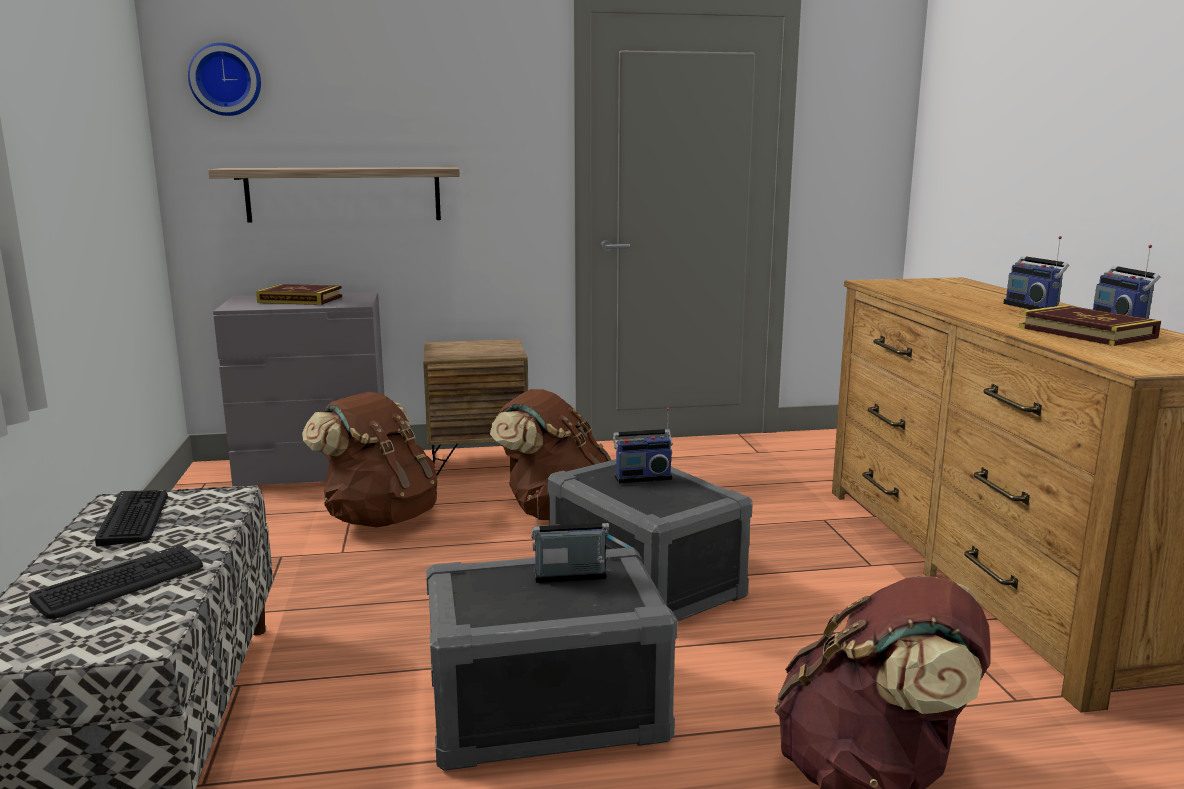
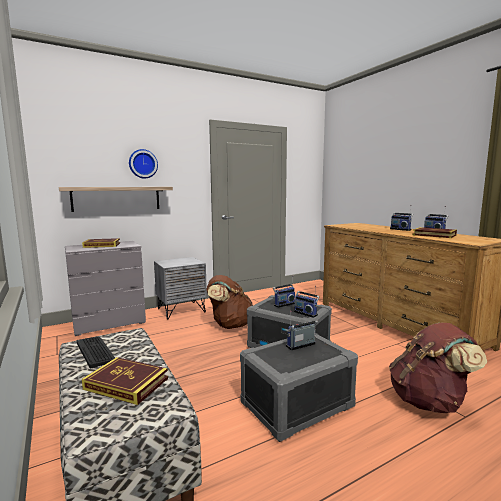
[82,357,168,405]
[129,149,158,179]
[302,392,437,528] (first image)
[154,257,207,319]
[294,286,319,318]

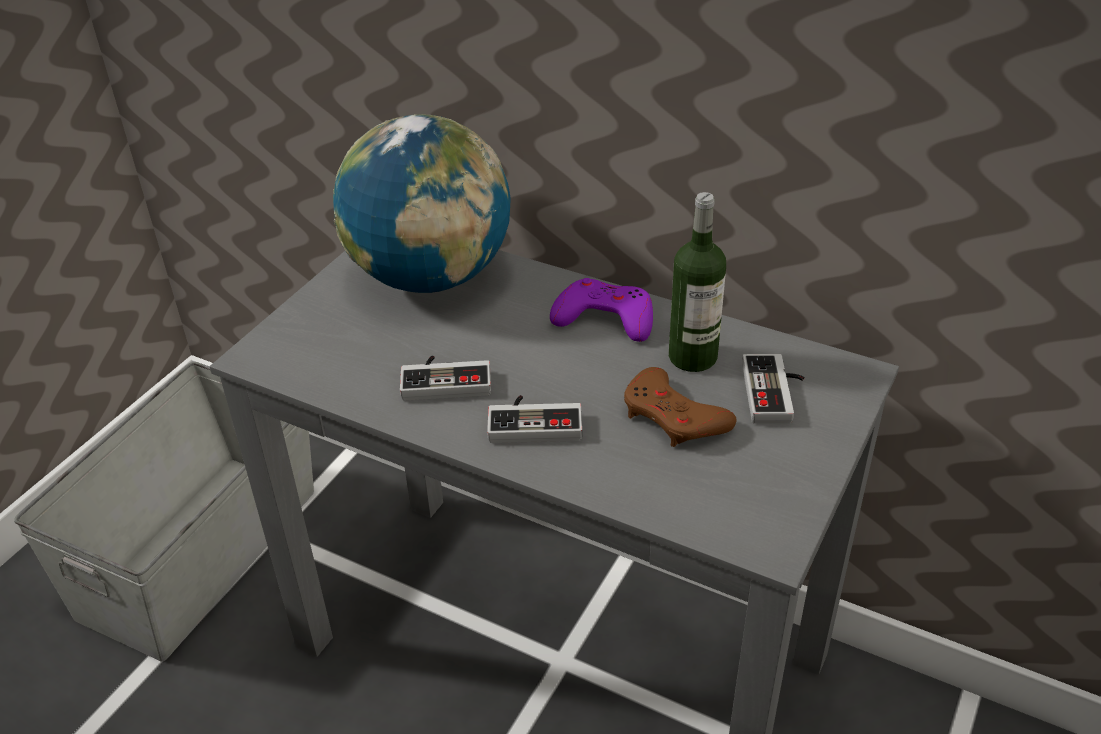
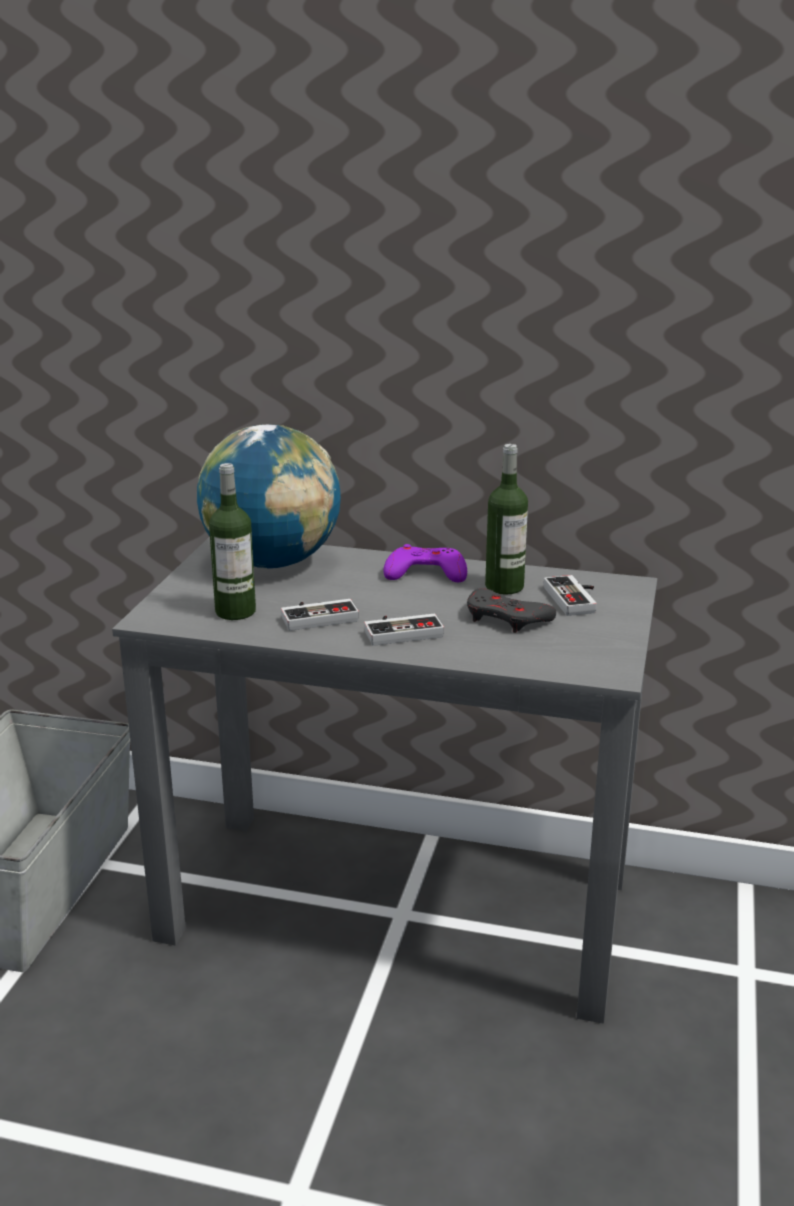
[467,588,556,633]
[209,463,256,620]

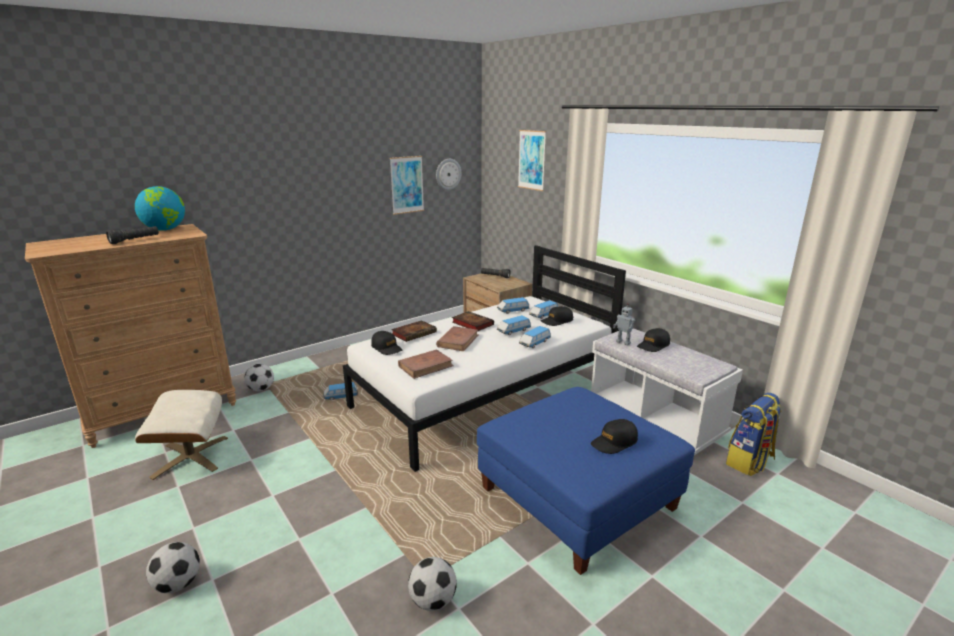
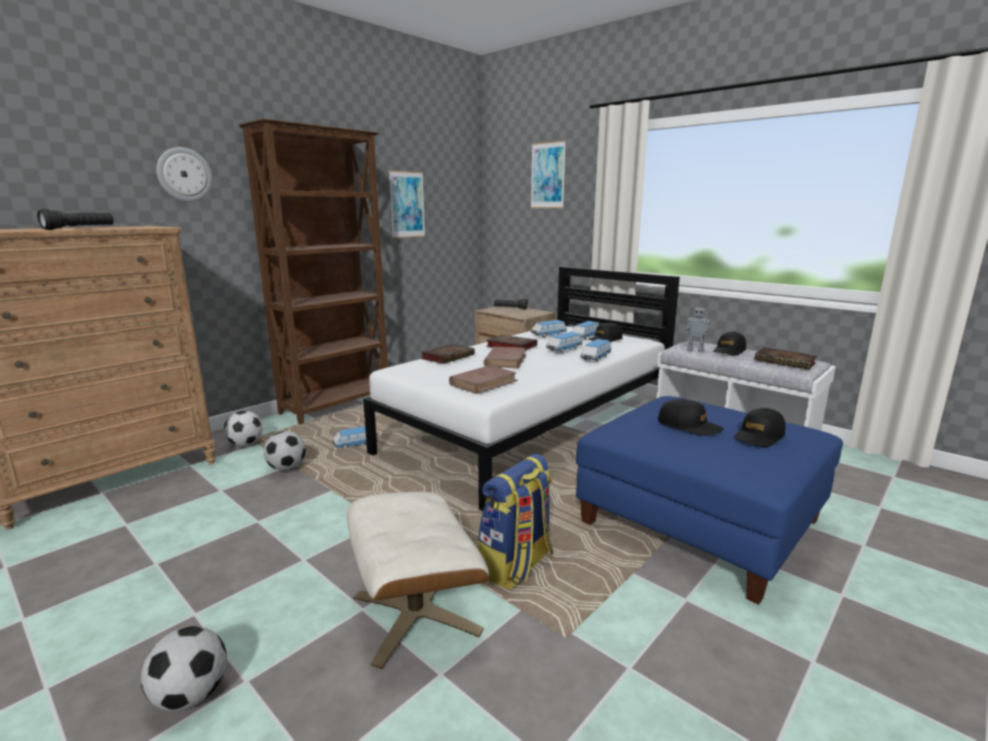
[135,186,185,231] (first image)
[347,492,489,669]
[658,399,724,436]
[264,431,306,471]
[156,147,213,202]
[478,454,553,590]
[238,119,388,424]
[754,347,817,370]

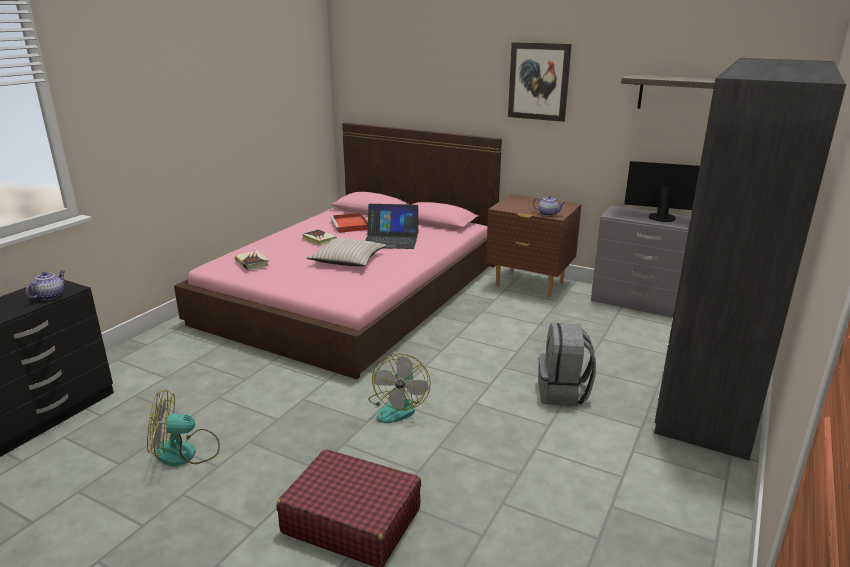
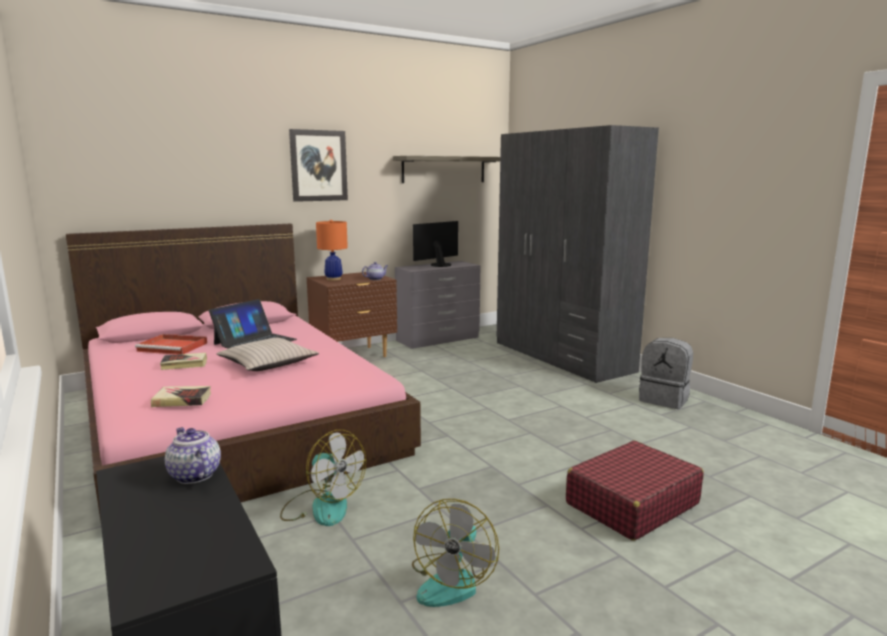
[280,430,366,526]
[639,338,693,409]
[316,220,348,281]

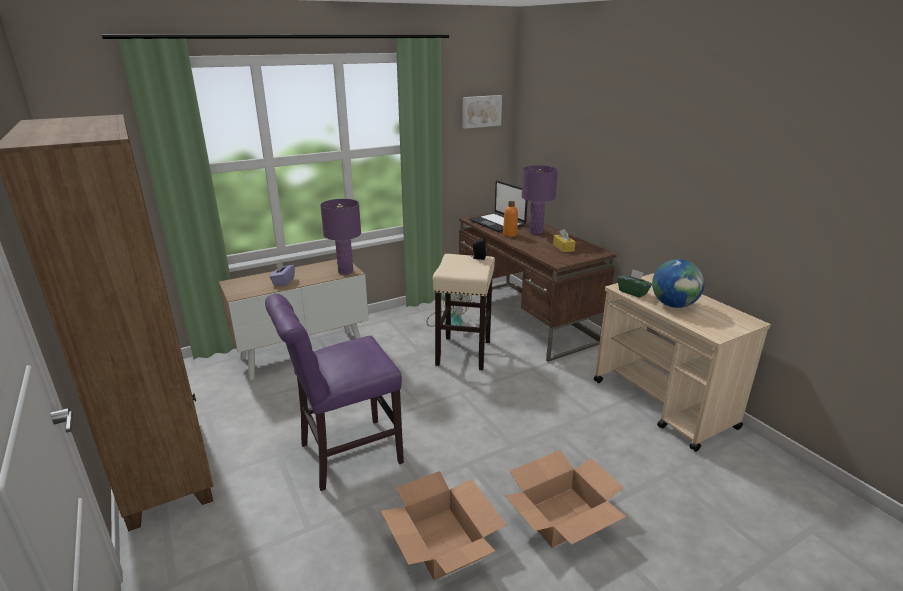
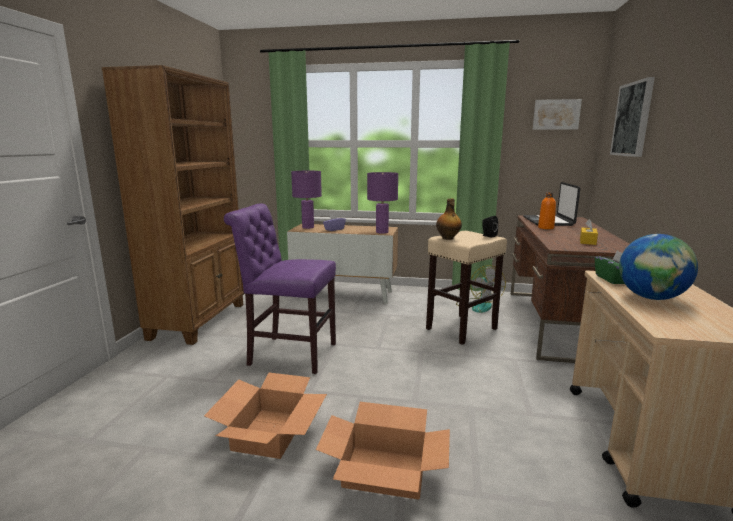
[291,171,322,229]
[436,199,462,240]
[610,77,655,157]

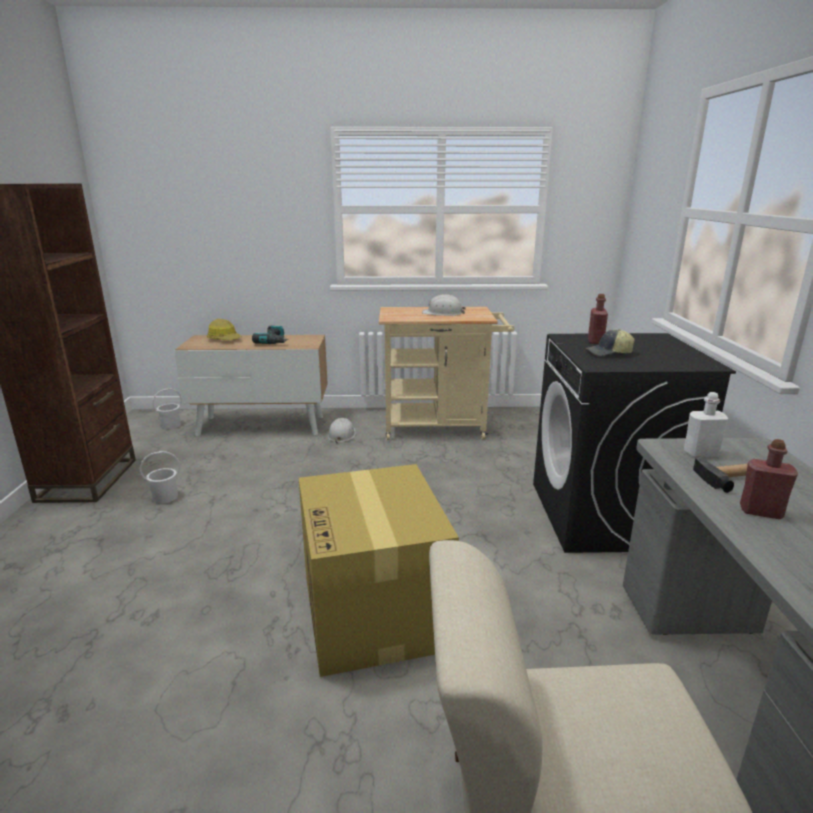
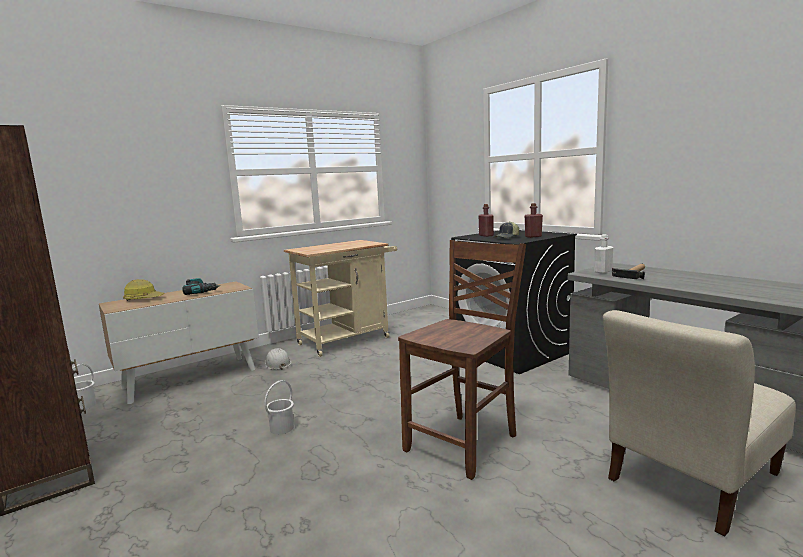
[264,380,294,435]
[398,240,526,480]
[422,294,466,316] (first image)
[525,203,543,238]

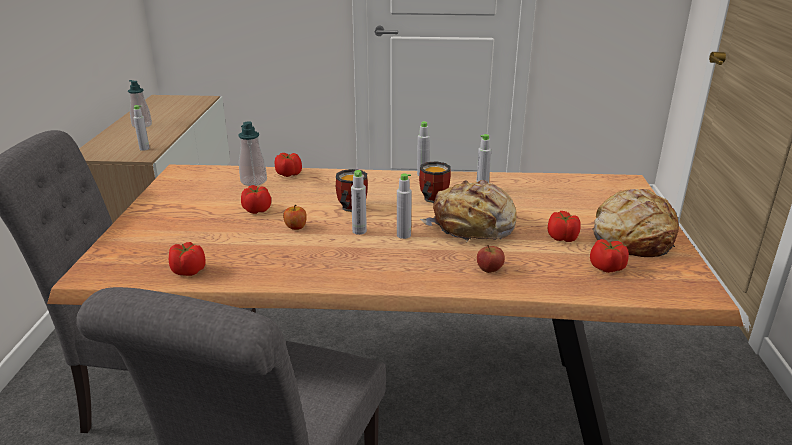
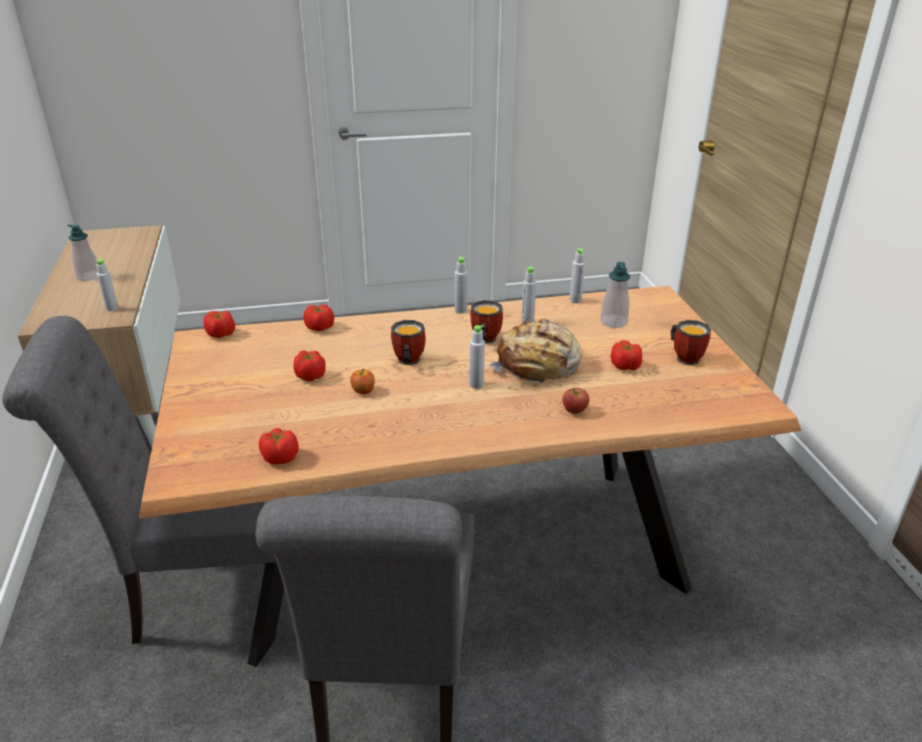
[600,262,630,328]
[570,248,585,303]
[204,311,235,338]
[671,320,711,365]

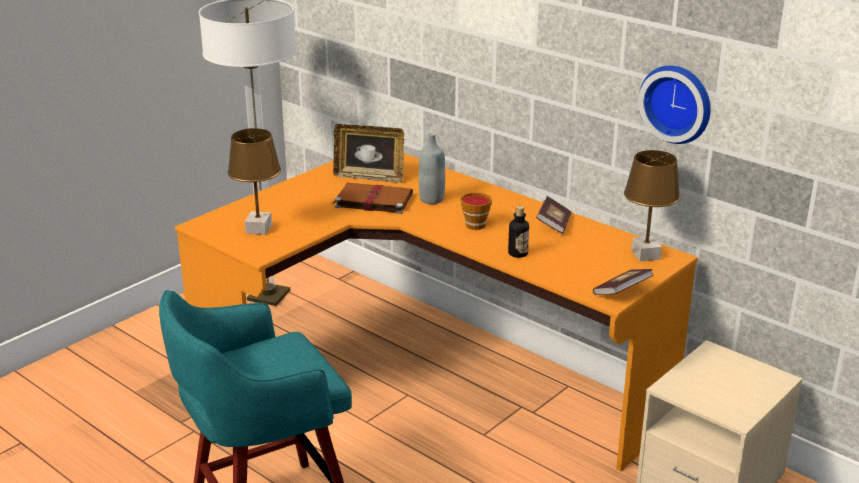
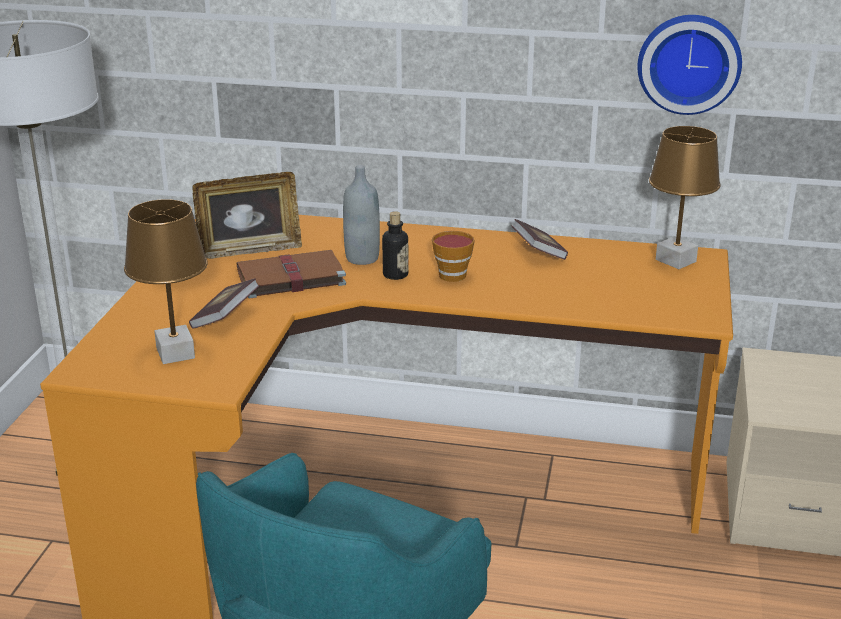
[382,211,409,280]
[189,278,260,329]

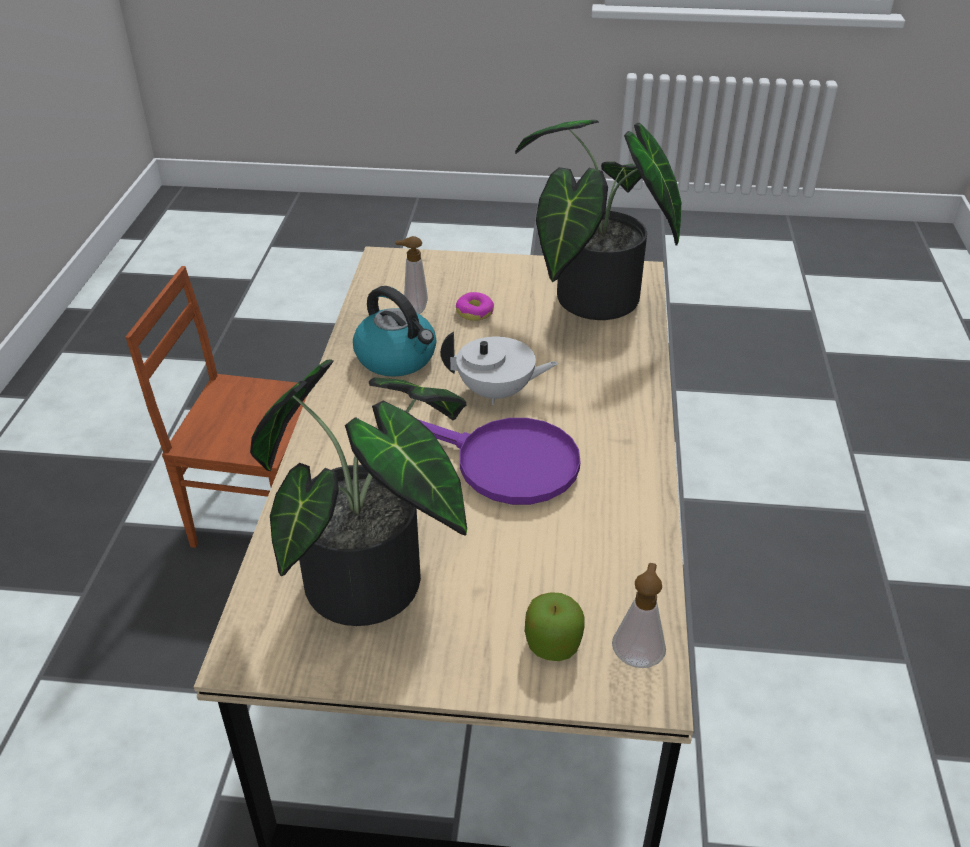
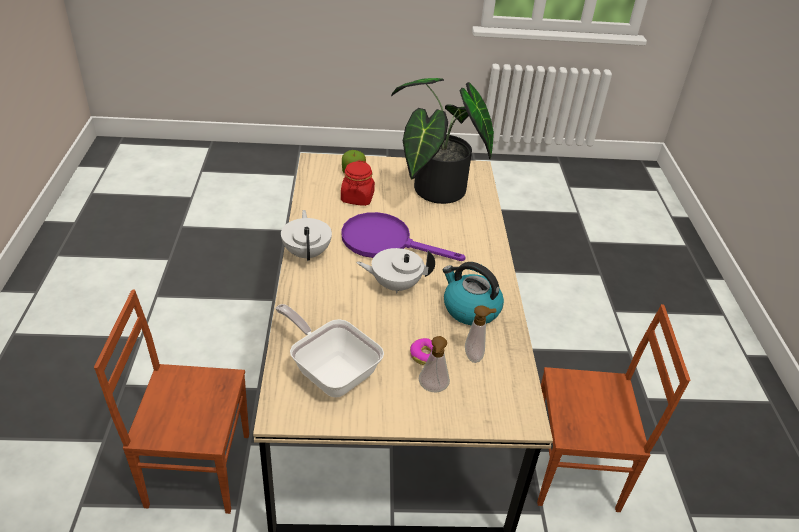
[275,304,384,398]
[419,336,450,392]
[94,290,249,514]
[281,210,332,261]
[341,160,375,206]

